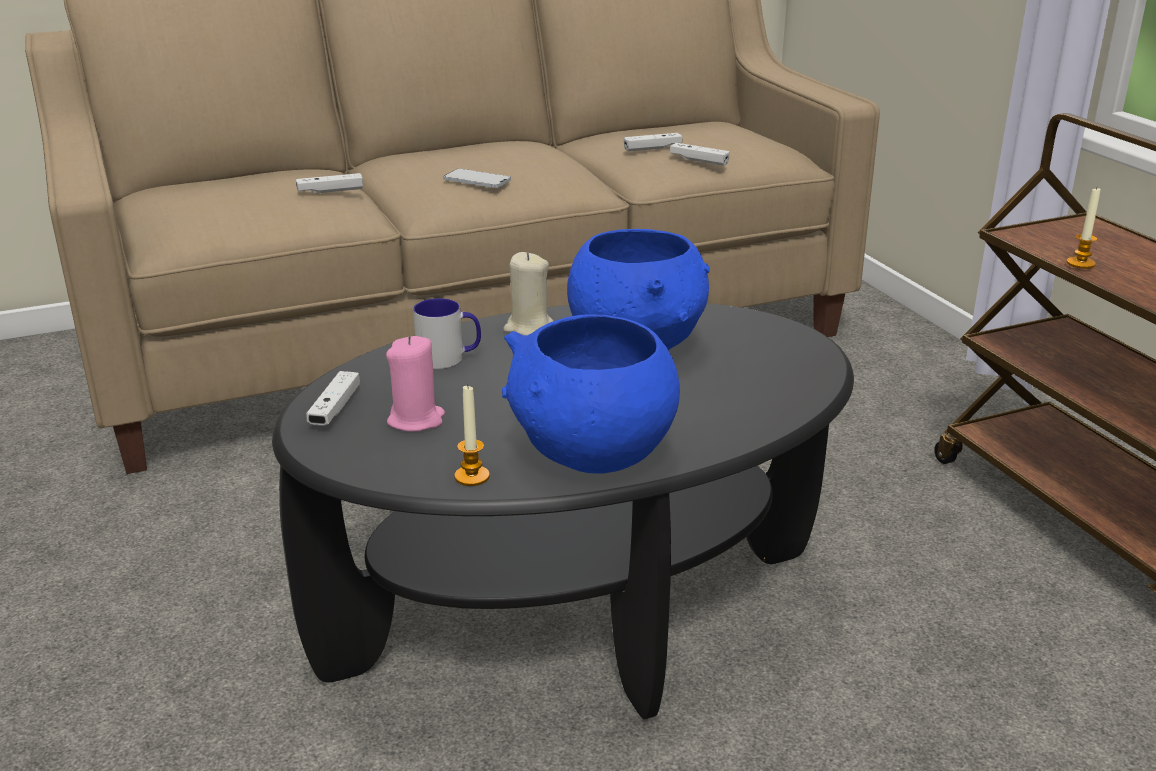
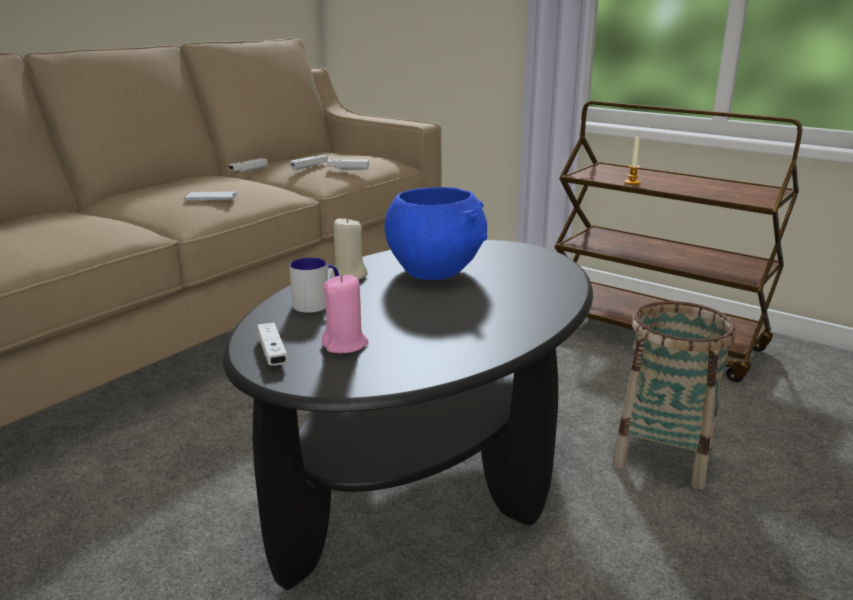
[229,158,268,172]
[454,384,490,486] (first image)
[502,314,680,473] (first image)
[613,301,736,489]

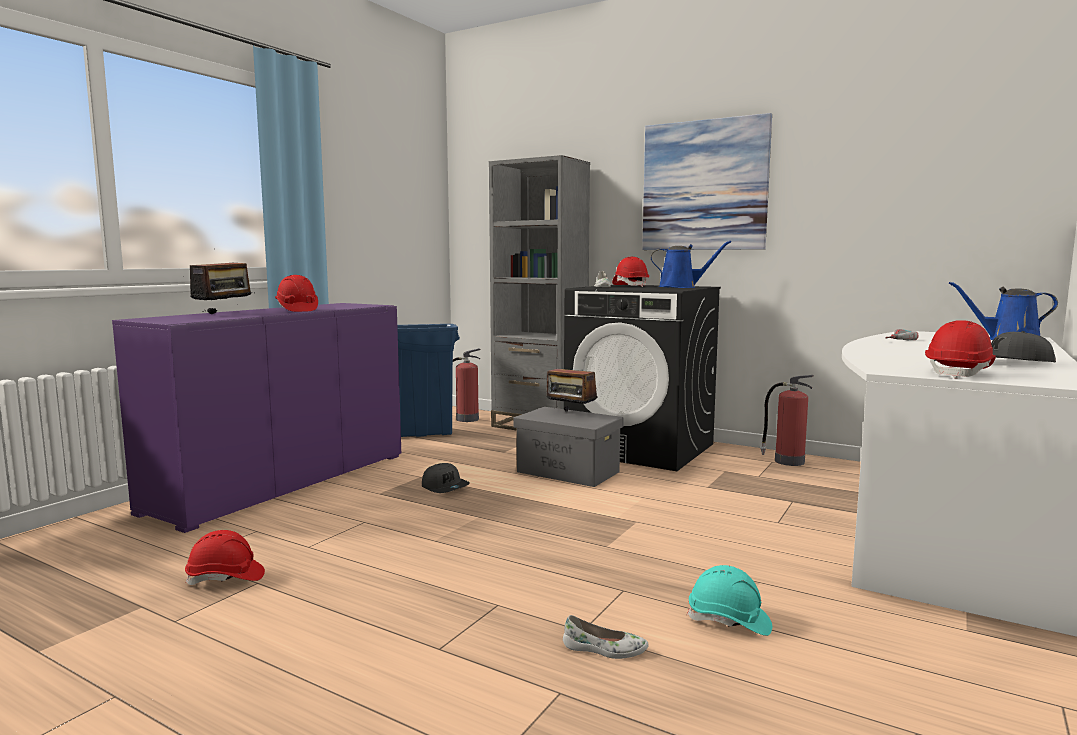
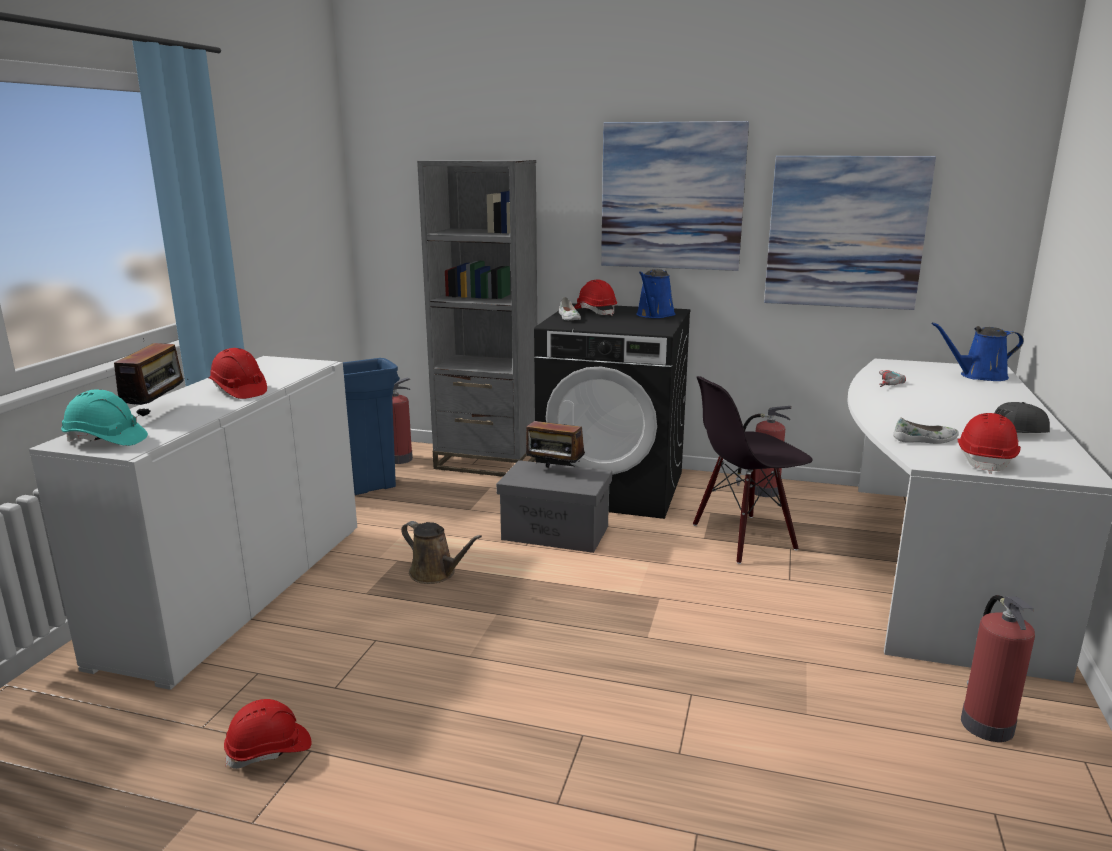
[29,356,357,690]
[401,521,482,584]
[893,417,959,444]
[636,269,675,318]
[61,389,148,446]
[693,376,812,564]
[764,156,936,310]
[961,595,1035,742]

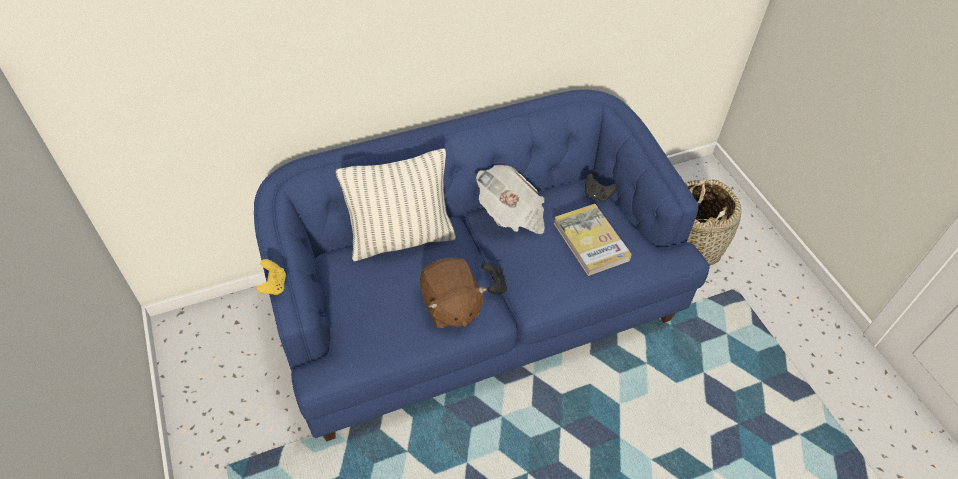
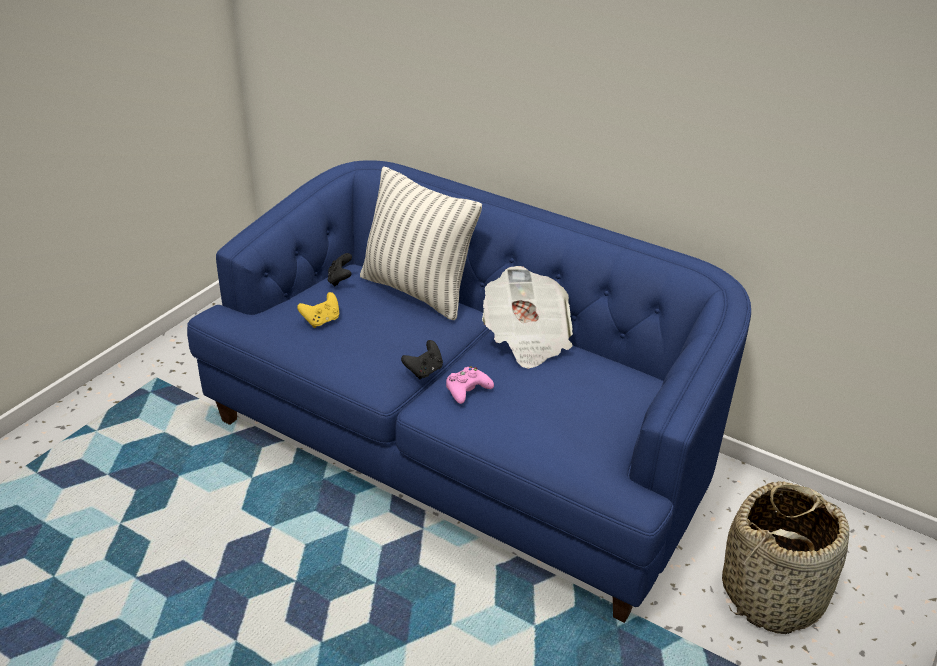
[297,292,339,328]
[420,257,487,328] (first image)
[554,204,632,276] (first image)
[328,253,352,287]
[446,366,494,404]

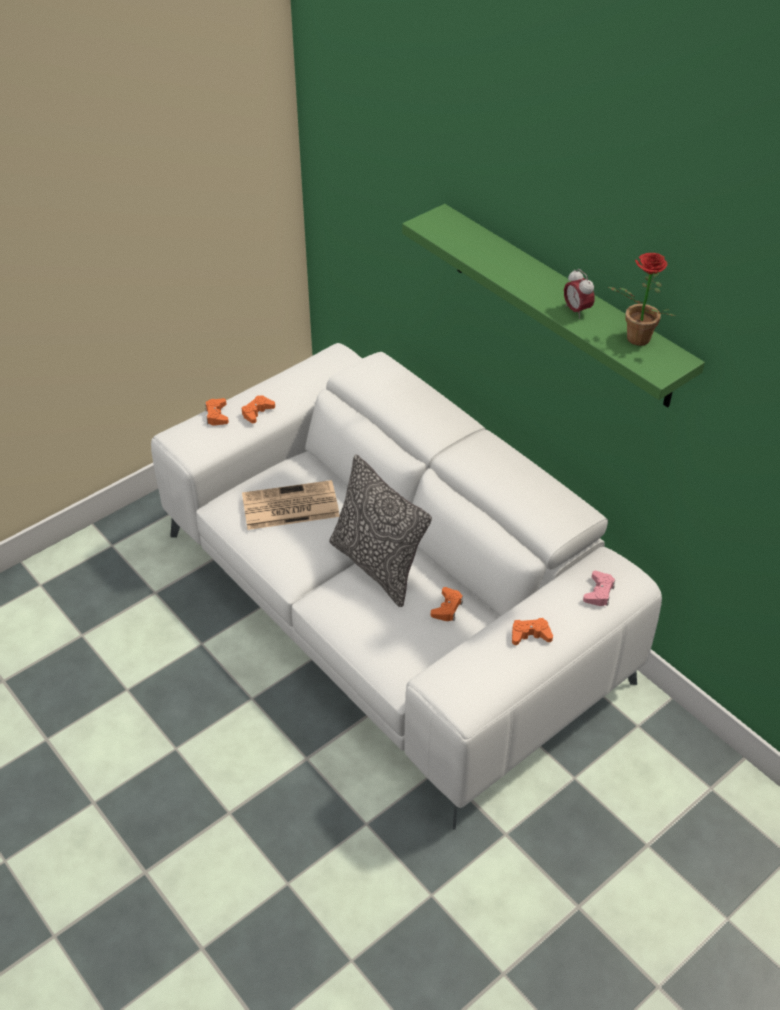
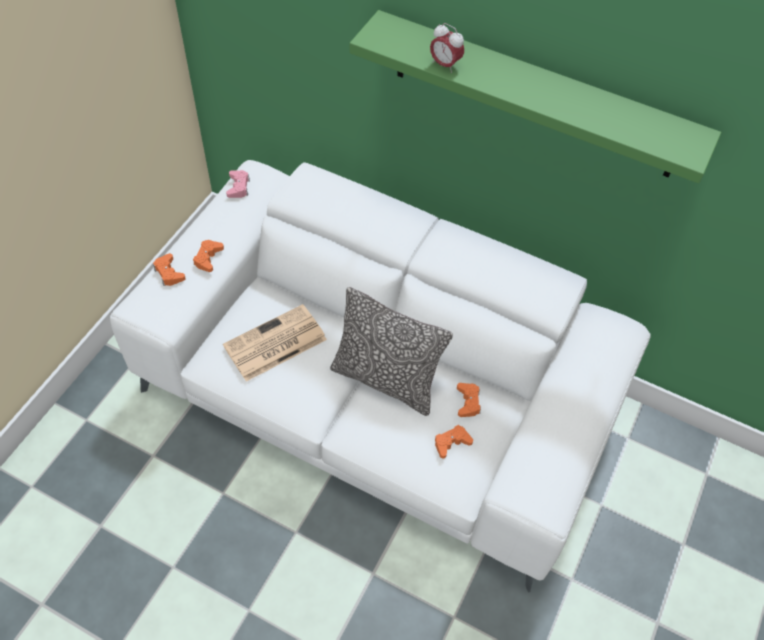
[435,425,473,459]
[430,23,464,73]
[226,170,250,198]
[609,253,675,346] (first image)

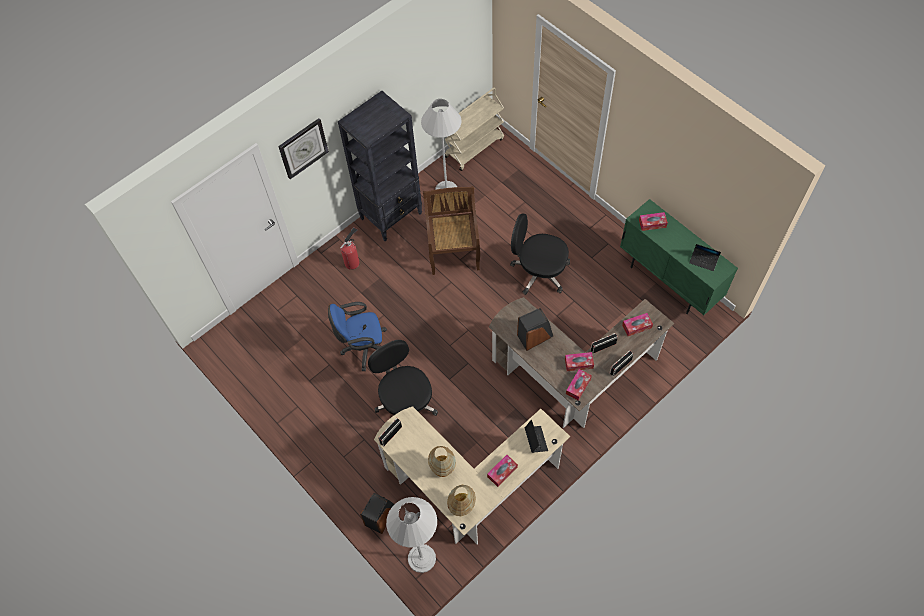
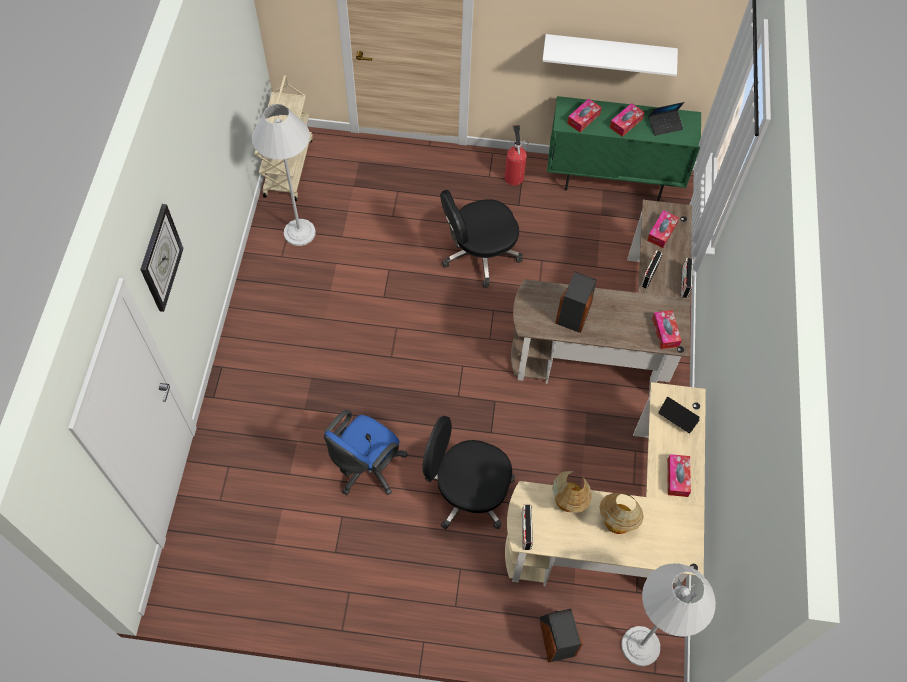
[338,91,422,241] (first image)
[505,125,528,186]
[423,186,480,275] (first image)
[553,471,592,513]
[609,103,645,137]
[542,34,678,76]

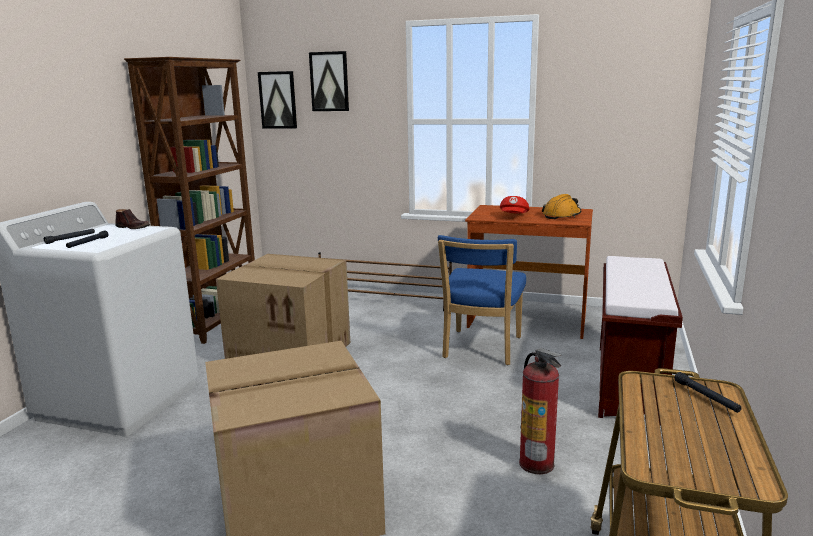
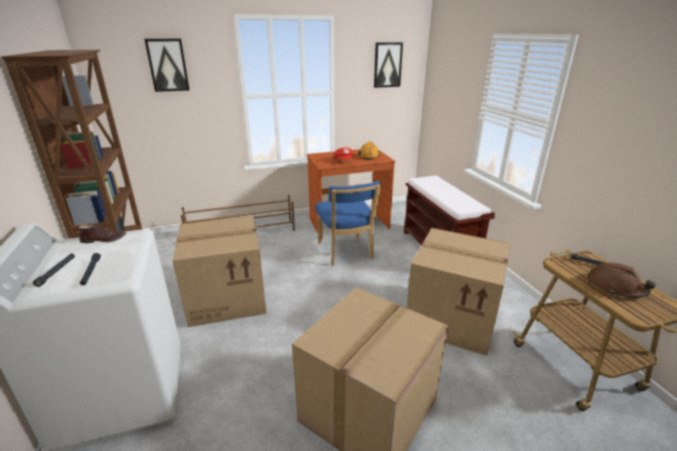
[374,42,403,88]
[407,228,511,356]
[587,263,656,298]

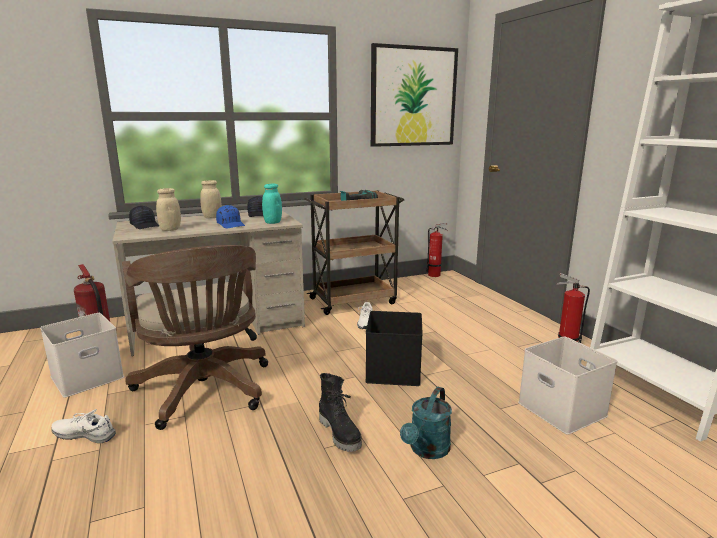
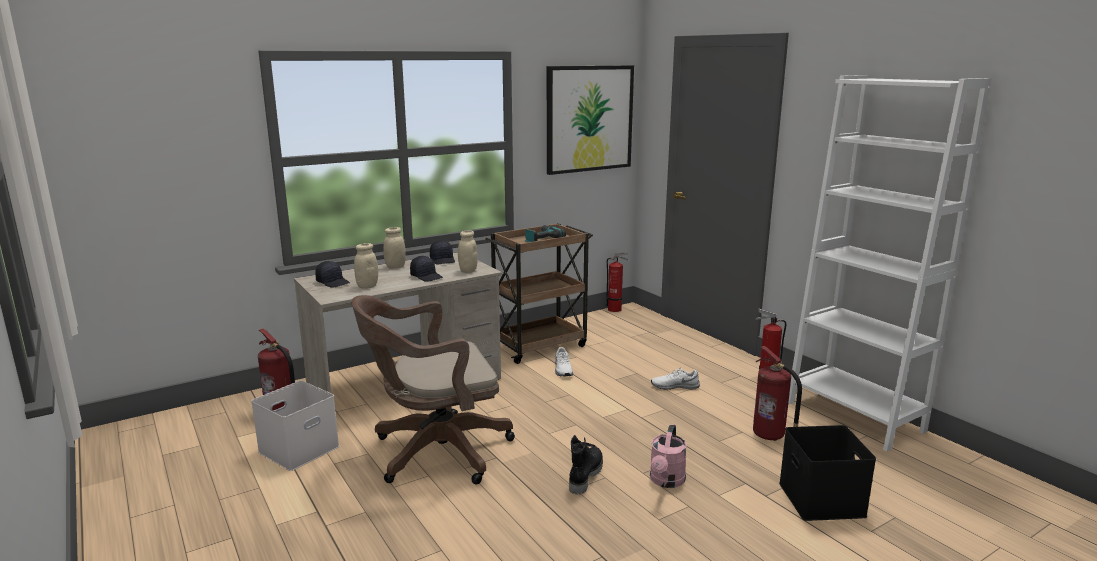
[651,367,700,390]
[351,295,515,485]
[410,256,443,282]
[458,230,478,273]
[569,435,603,495]
[779,425,876,521]
[650,424,687,488]
[753,346,802,441]

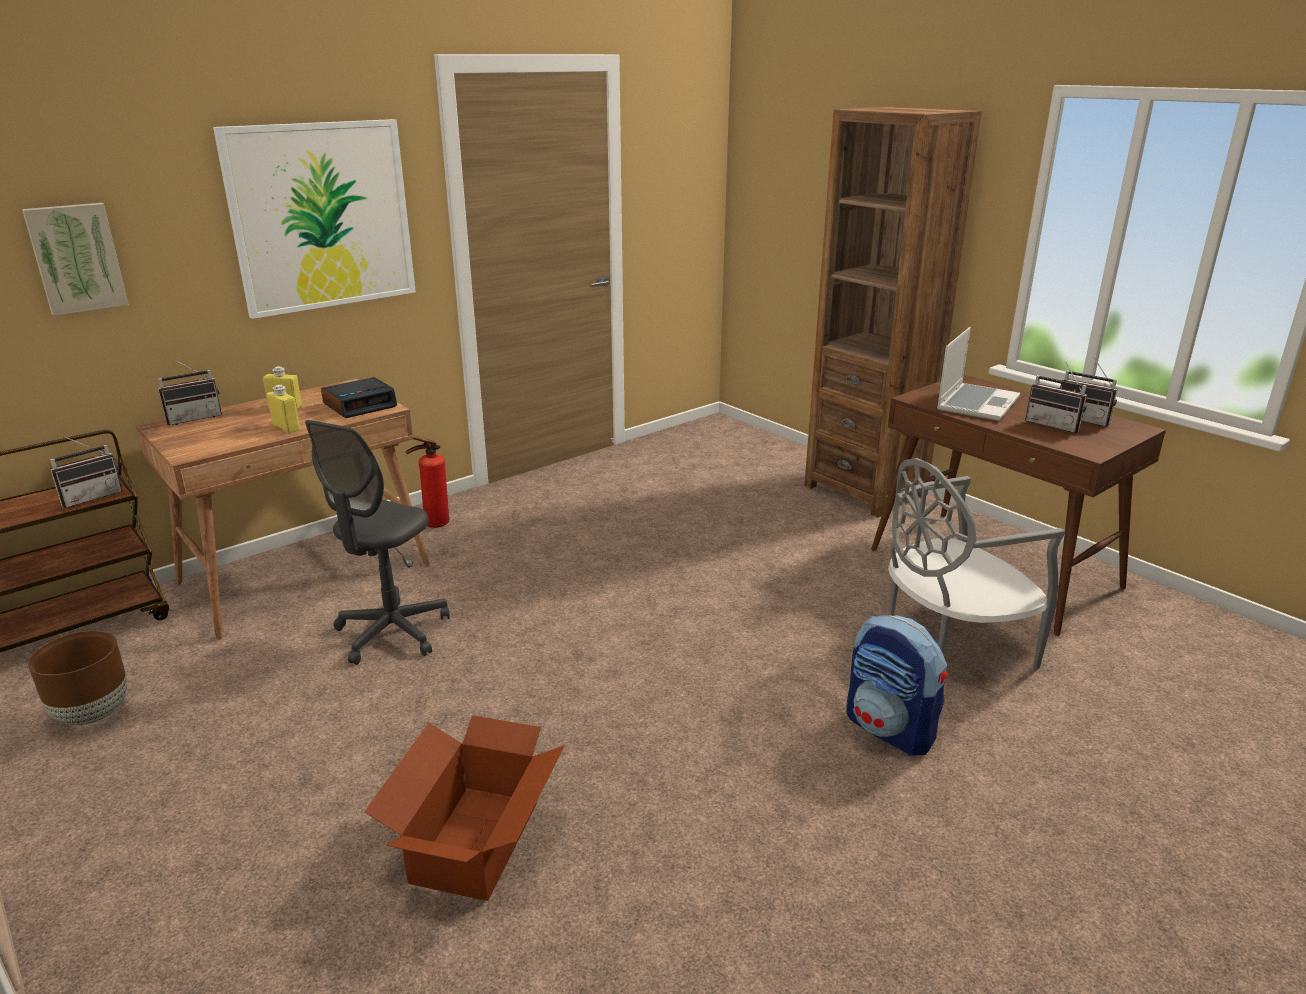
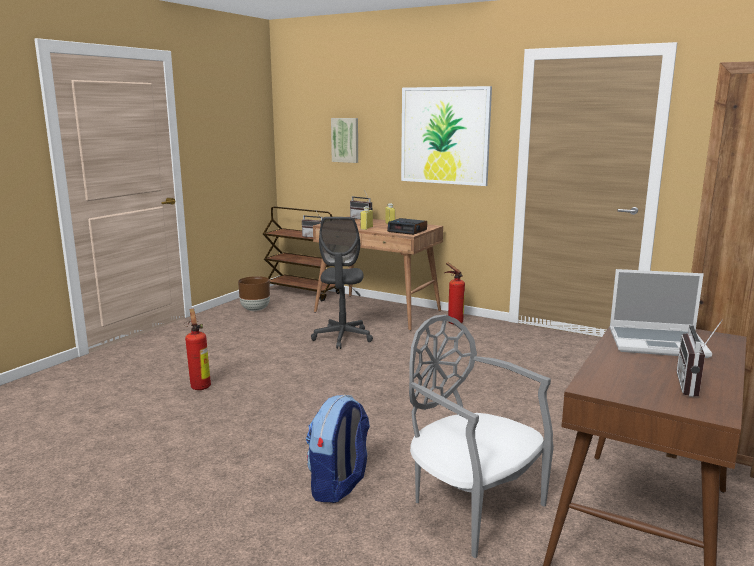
[311,217,373,349]
[185,308,211,390]
[1025,362,1087,433] (first image)

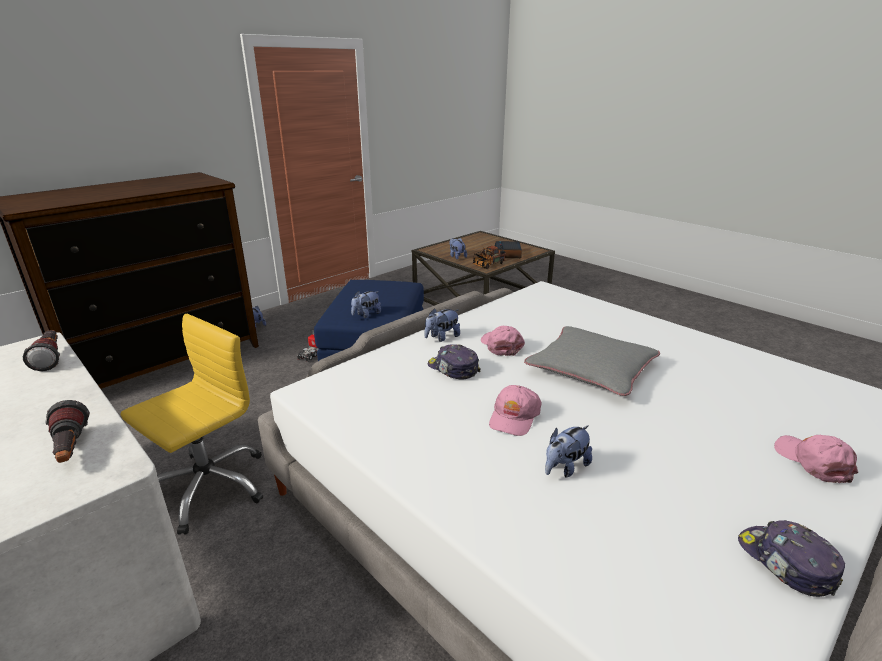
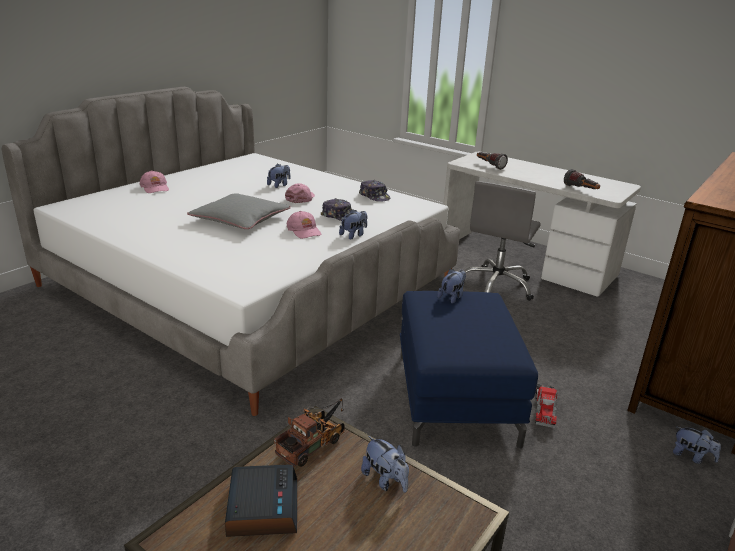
[464,181,541,301]
[359,180,390,202]

